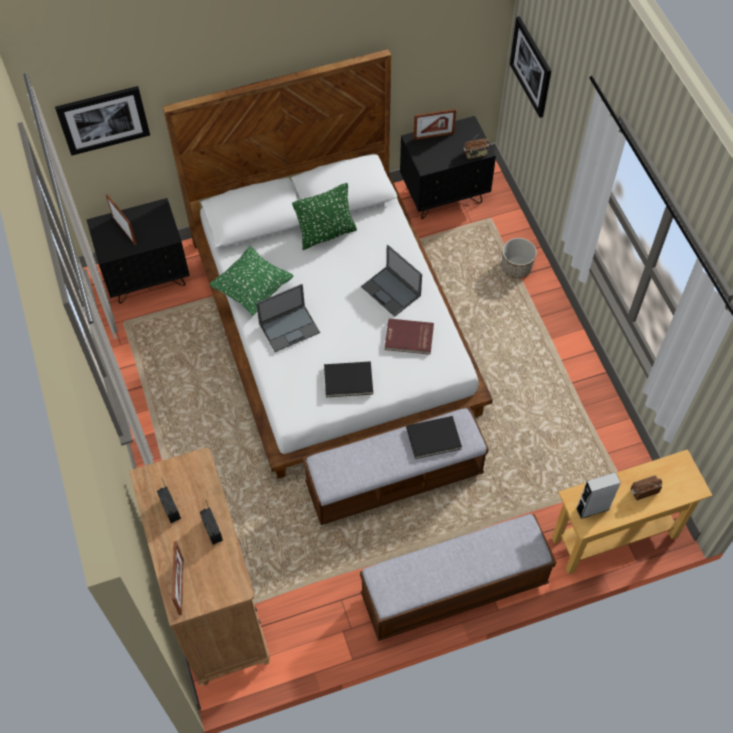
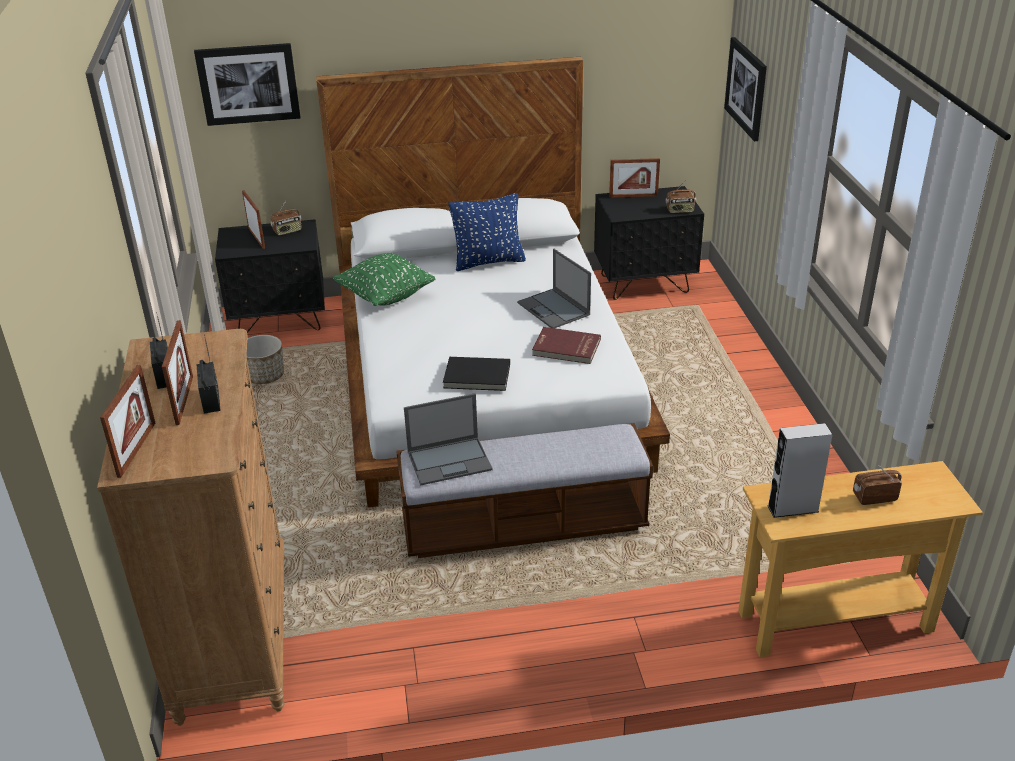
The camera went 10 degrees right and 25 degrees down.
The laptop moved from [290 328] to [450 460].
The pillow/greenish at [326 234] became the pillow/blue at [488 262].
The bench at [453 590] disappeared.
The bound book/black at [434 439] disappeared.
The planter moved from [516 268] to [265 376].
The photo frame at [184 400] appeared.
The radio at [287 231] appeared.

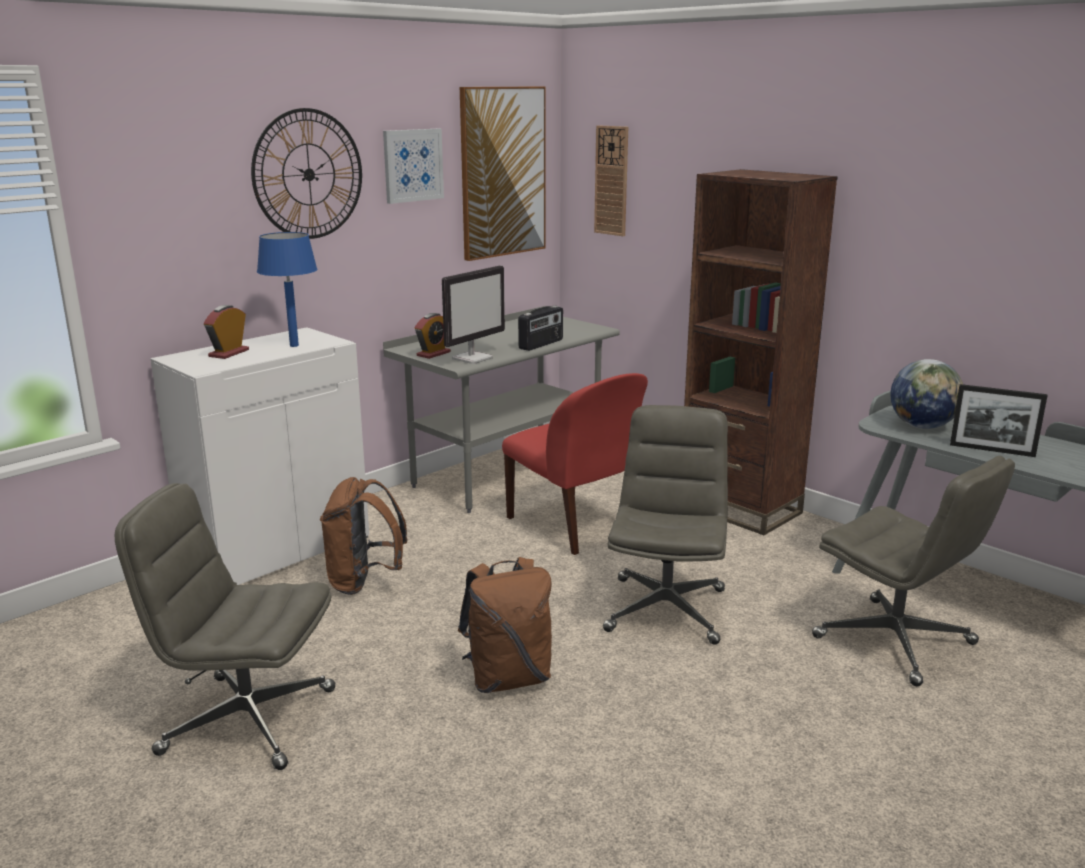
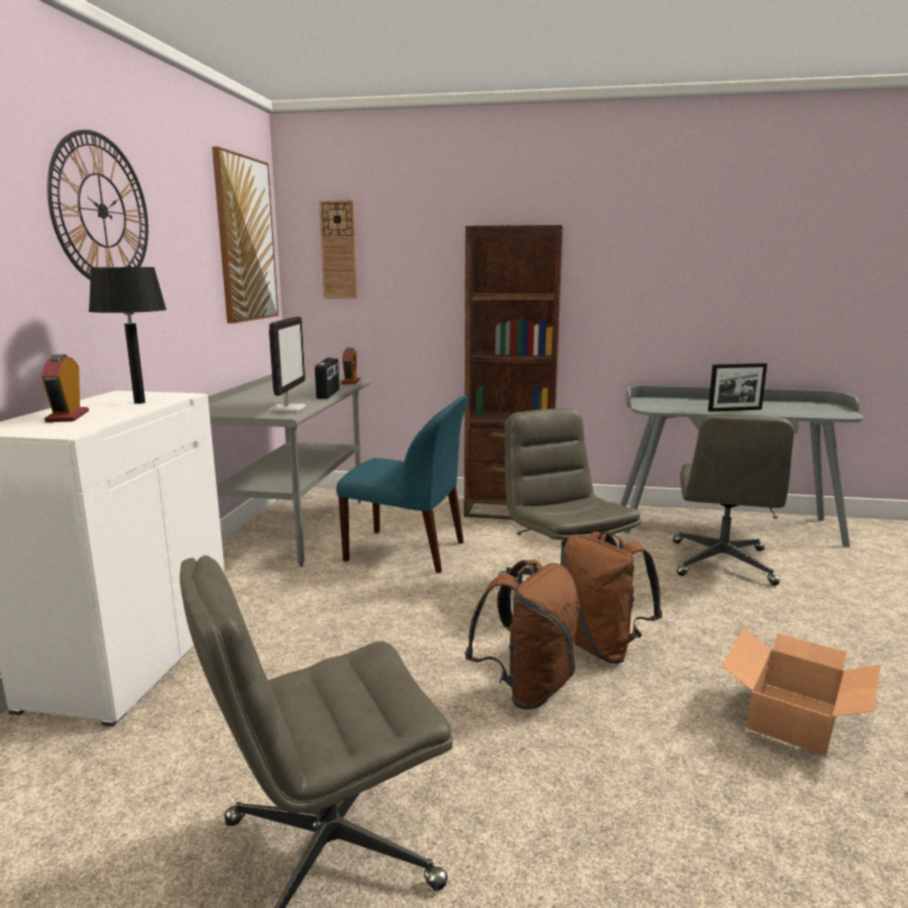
The camera went 35 degrees left and 5 degrees down.
The tabletop lamp/blue at [294 345] became the tabletop lamp/black at [140 402].
The rucksack/brownish moved from [364 582] to [602 647].
The wall art at [412 165] disappeared.
The alarm clock moved from [433 354] to [350 382].
The chair/red-coloured at [574 526] became the chair/blue at [408 552].
The computer chair/grey at [896 641] turned 90 degrees clockwise.
The globe at [922 426] disappeared.
The packing box at [795 717] appeared.

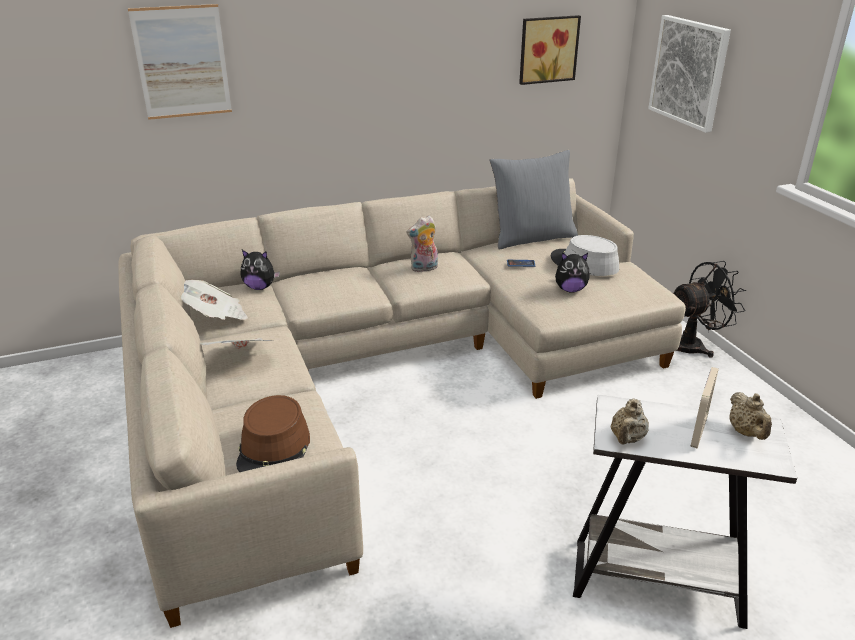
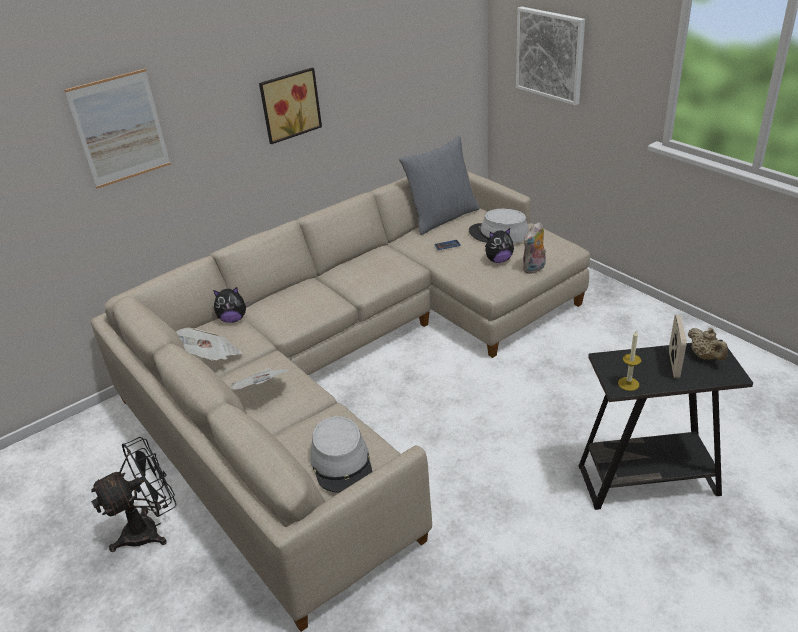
The camera went 15 degrees left and 5 degrees up.
The wearable hat/brownish at [274 449] became the wearable hat/grey at [342 462].
The soft toy moved from [424 269] to [534 269].
The wall art moved from [547 49] to [289 104].
The side table/whitish at [656 582] became the side table/black at [647 480].
The teapot/beige-coloured at [627 439] was replaced by the candle at [628 384].
The cooling fan/black moved from [694 346] to [150 529].

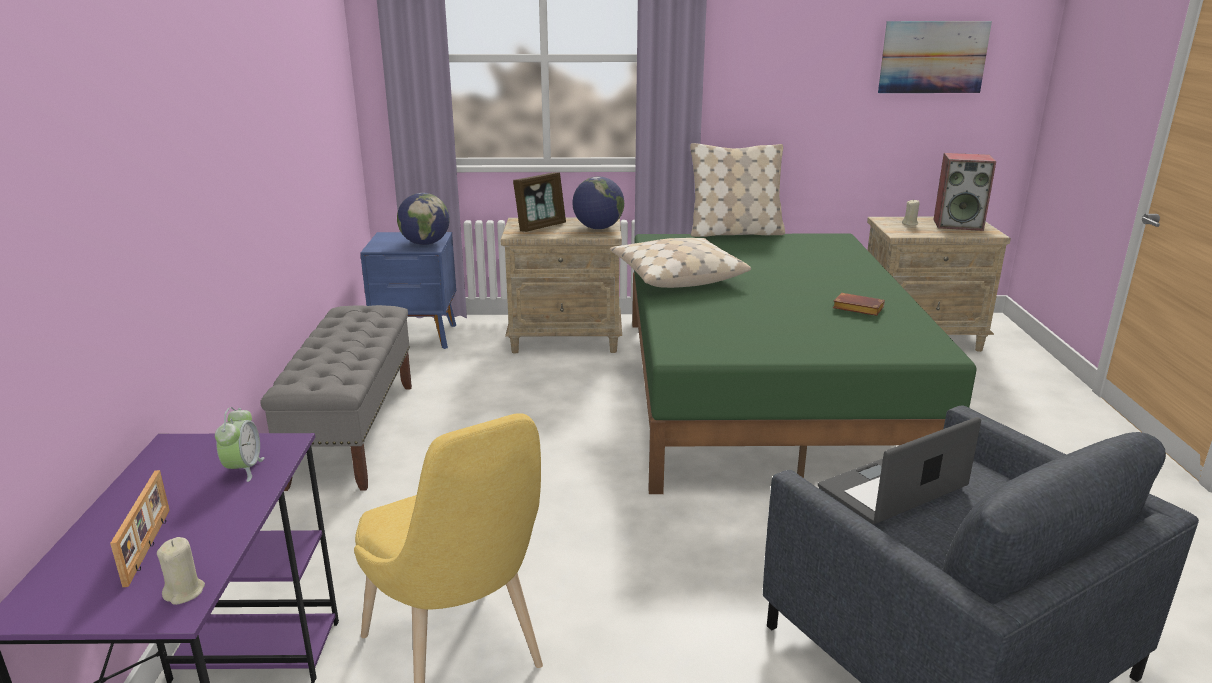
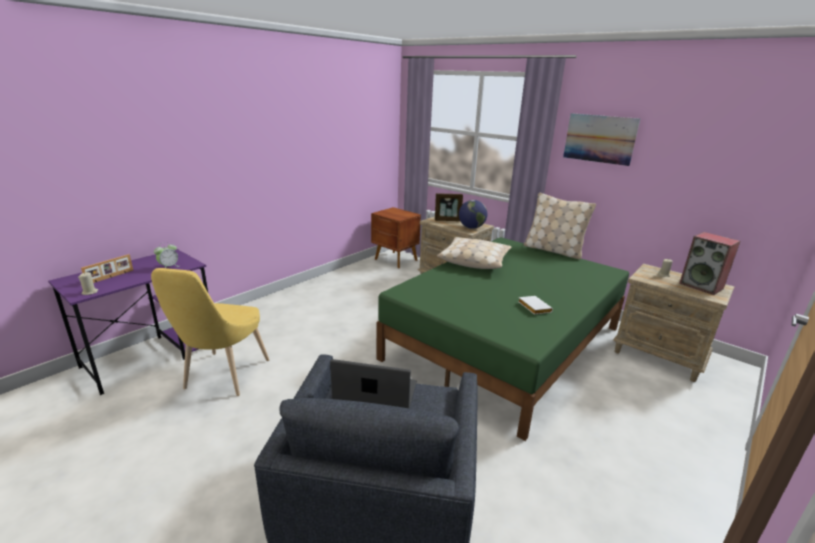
The camera went 40 degrees right and 0 degrees up.
The bench/grey at [353 433] disappeared.
The night table/blue at [418 337] became the night table/brownish at [395 260].
The globe at [425 243] disappeared.
The bound book/brownish at [856 309] became the bound book/whitish at [533 307].
The wall art moved from [933 57] to [599 139].

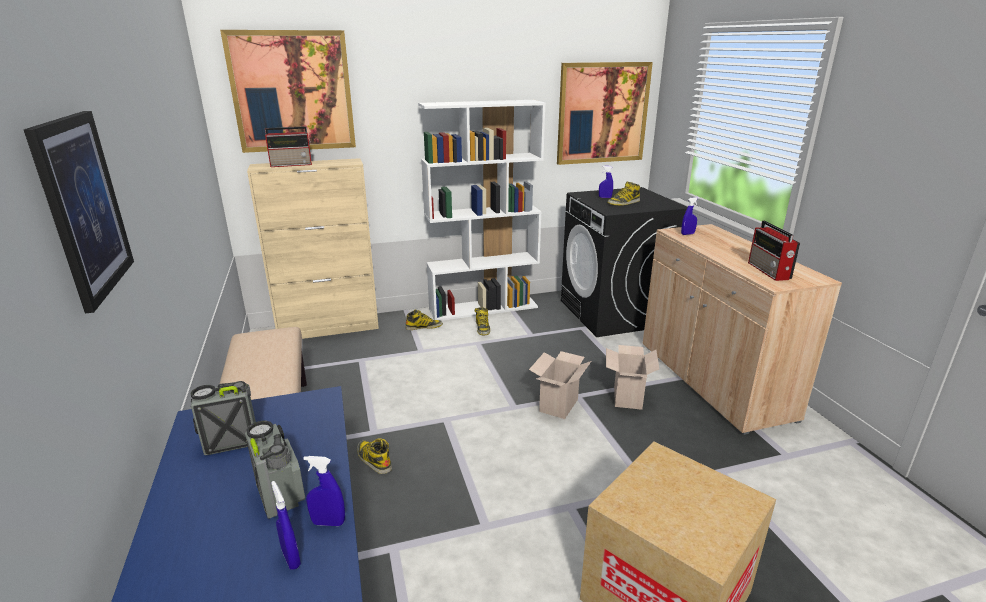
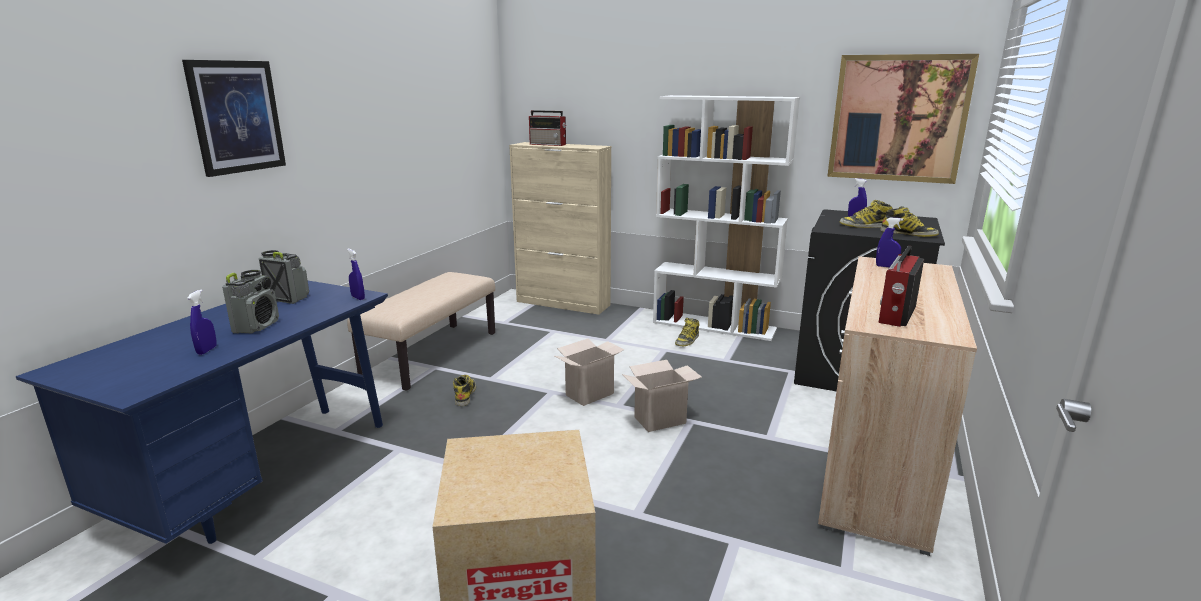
The camera went 40 degrees right and 5 degrees down.
The wall art at [292 92] disappeared.
The hand sprayer/blue moved from [328 522] to [358 298].
The tall boot moved from [424 327] to [908 234].
The packing box moved from [626 396] to [590 393].

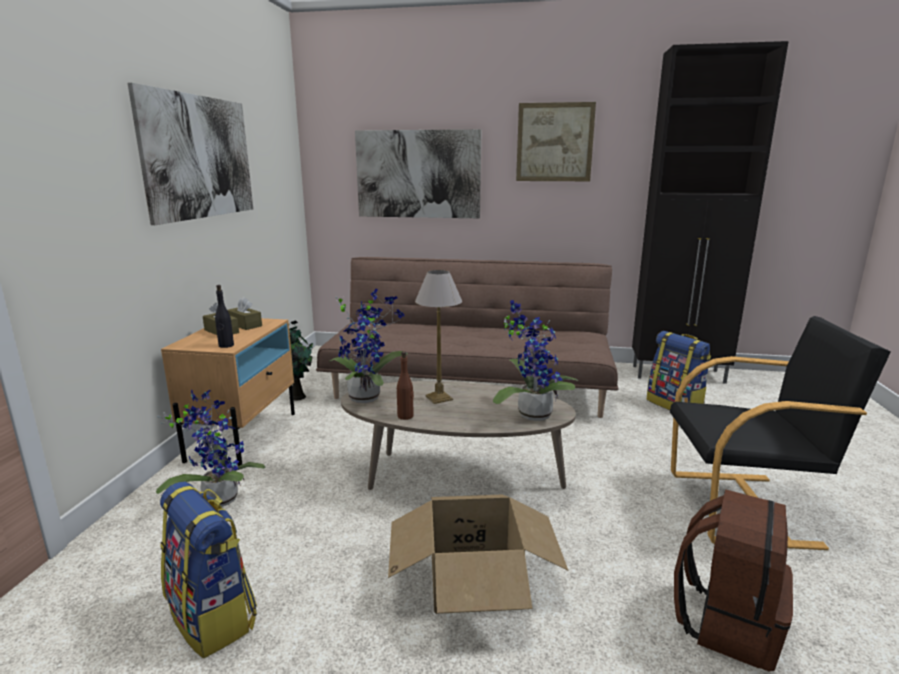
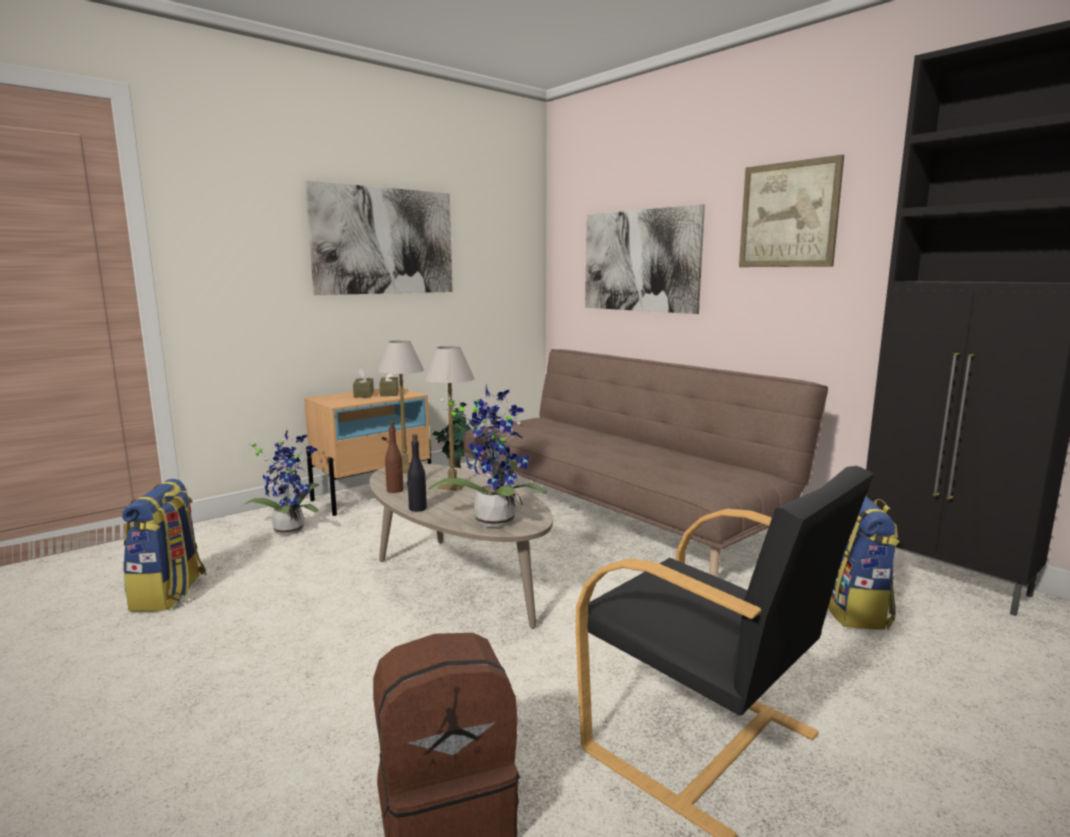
The camera went 40 degrees right and 5 degrees down.
The bottle/black moved from [226 345] to [417 508].
The houseplant at [367 396] was replaced by the tabletop lamp at [405 470].
The packing box at [473 579] disappeared.

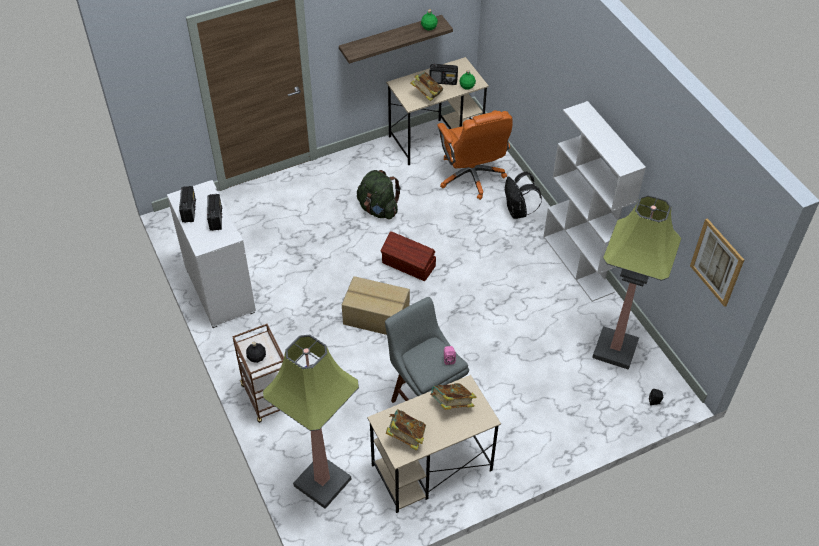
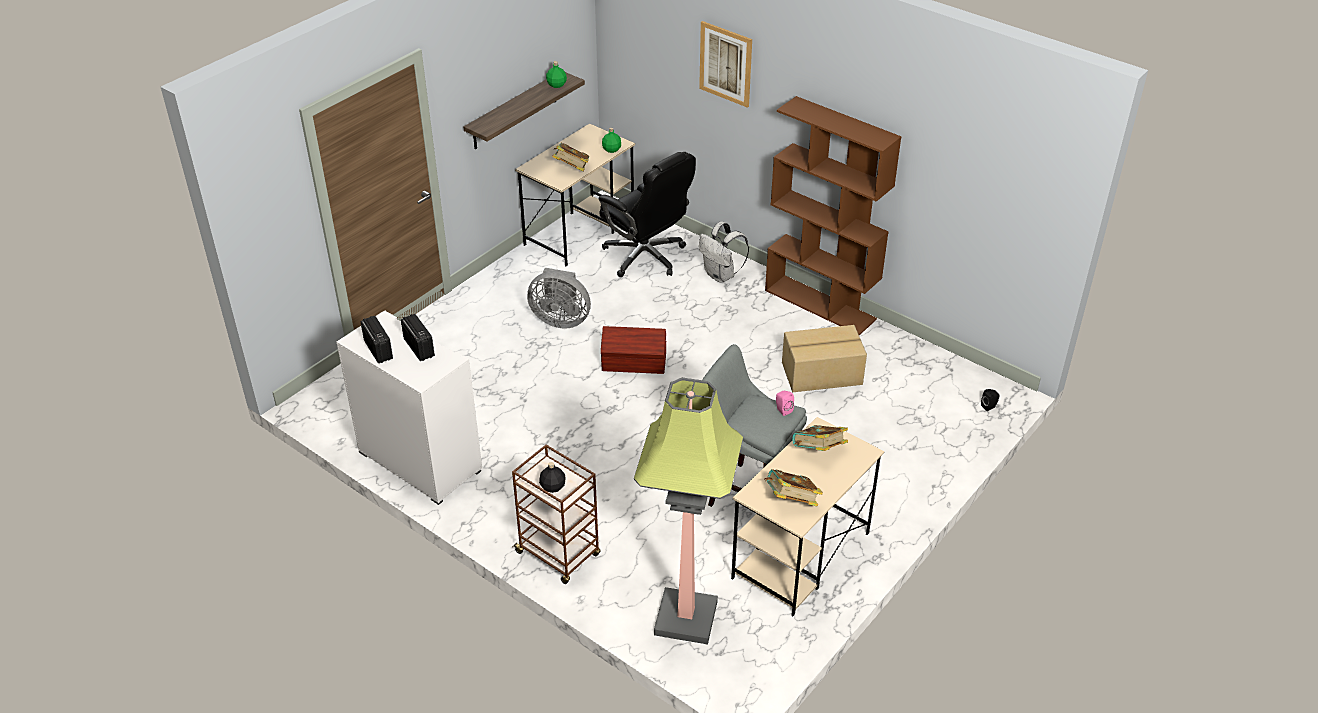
The camera went 25 degrees left and 10 degrees down.
The packing box moved from [376 317] to [822 374].
The rucksack/greenish at [378 209] was replaced by the cooling fan/grey at [560 319].
The radio at [443 81] disappeared.
The computer chair/orangey at [471 176] became the computer chair/black at [646 256].
The rucksack/black at [518 212] became the rucksack/whitish at [721 275].
The bookcase/whitish at [579 264] became the bookcase/brownish at [821 304].
The floor lamp at [616 349] disappeared.
The wall art moved from [717 262] to [725 64].

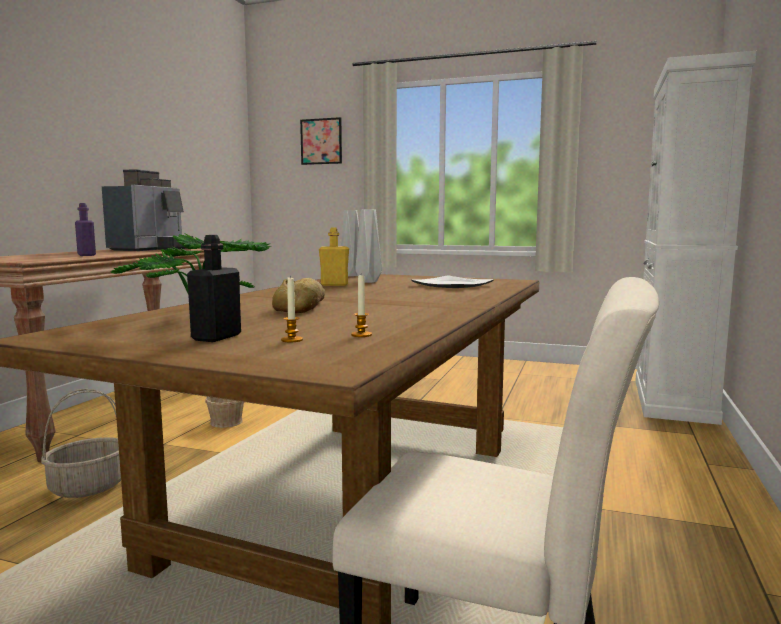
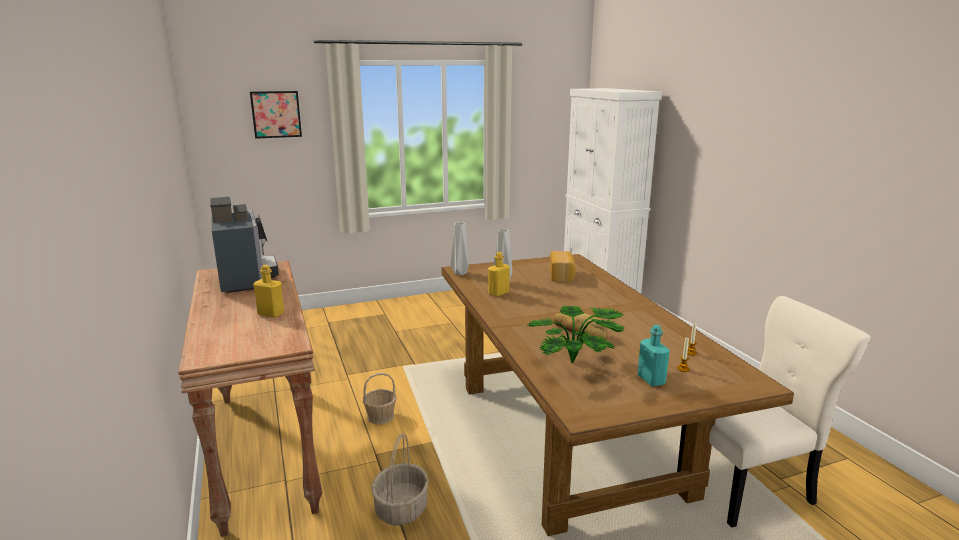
The camera went 40 degrees left and 10 degrees up.
The bottle/purple-coloured at [86 255] became the bottle/yellowish at [271 314].
The bottle/black at [216 337] became the bottle/turquoise-coloured at [651 380].
The plate at [452 285] was replaced by the bread at [562 275].

